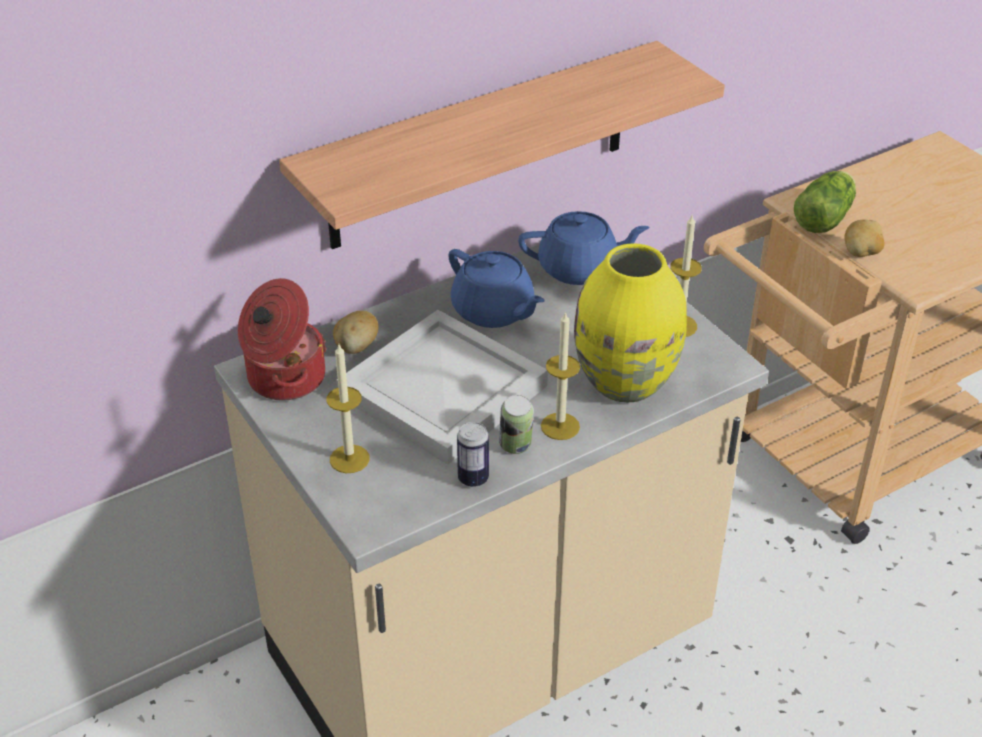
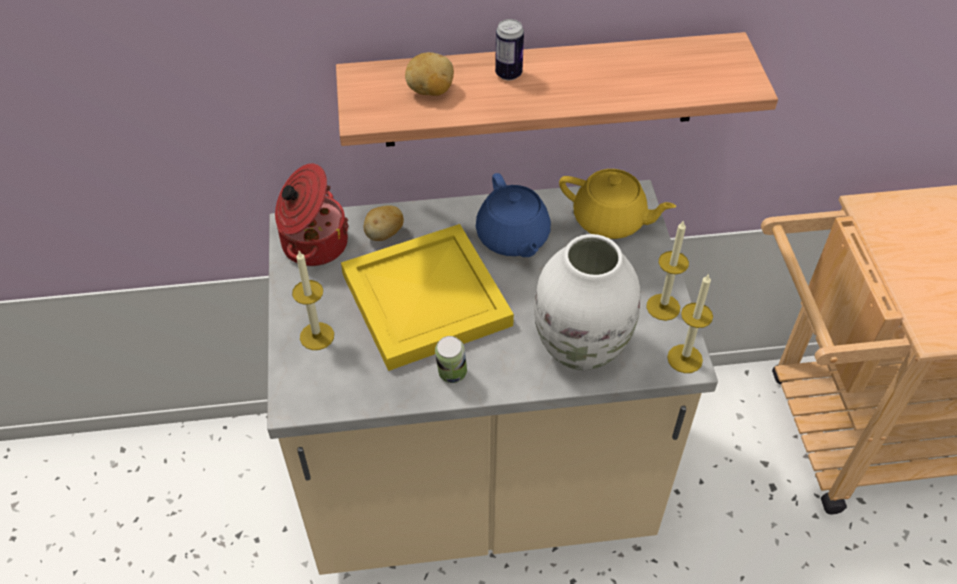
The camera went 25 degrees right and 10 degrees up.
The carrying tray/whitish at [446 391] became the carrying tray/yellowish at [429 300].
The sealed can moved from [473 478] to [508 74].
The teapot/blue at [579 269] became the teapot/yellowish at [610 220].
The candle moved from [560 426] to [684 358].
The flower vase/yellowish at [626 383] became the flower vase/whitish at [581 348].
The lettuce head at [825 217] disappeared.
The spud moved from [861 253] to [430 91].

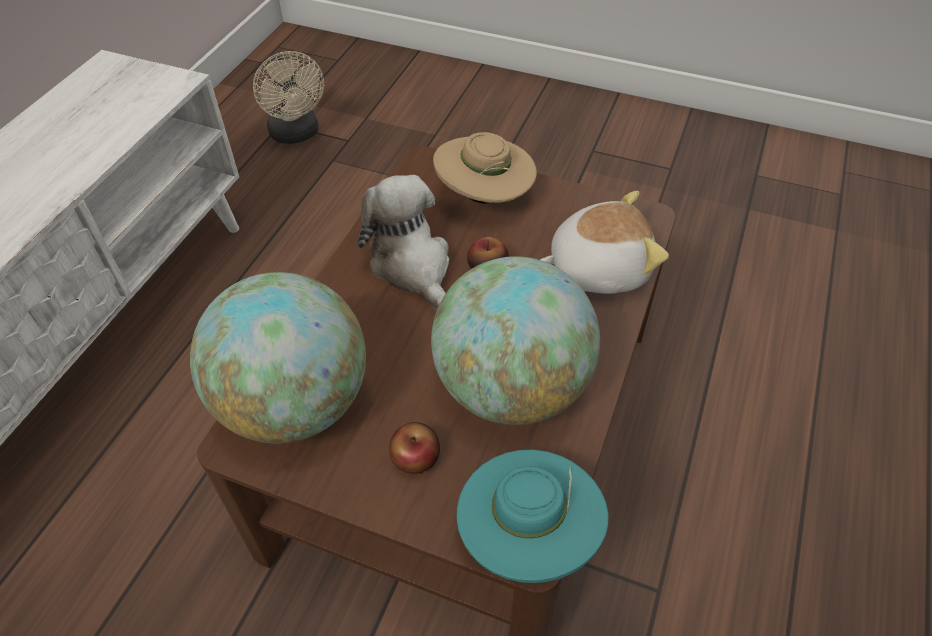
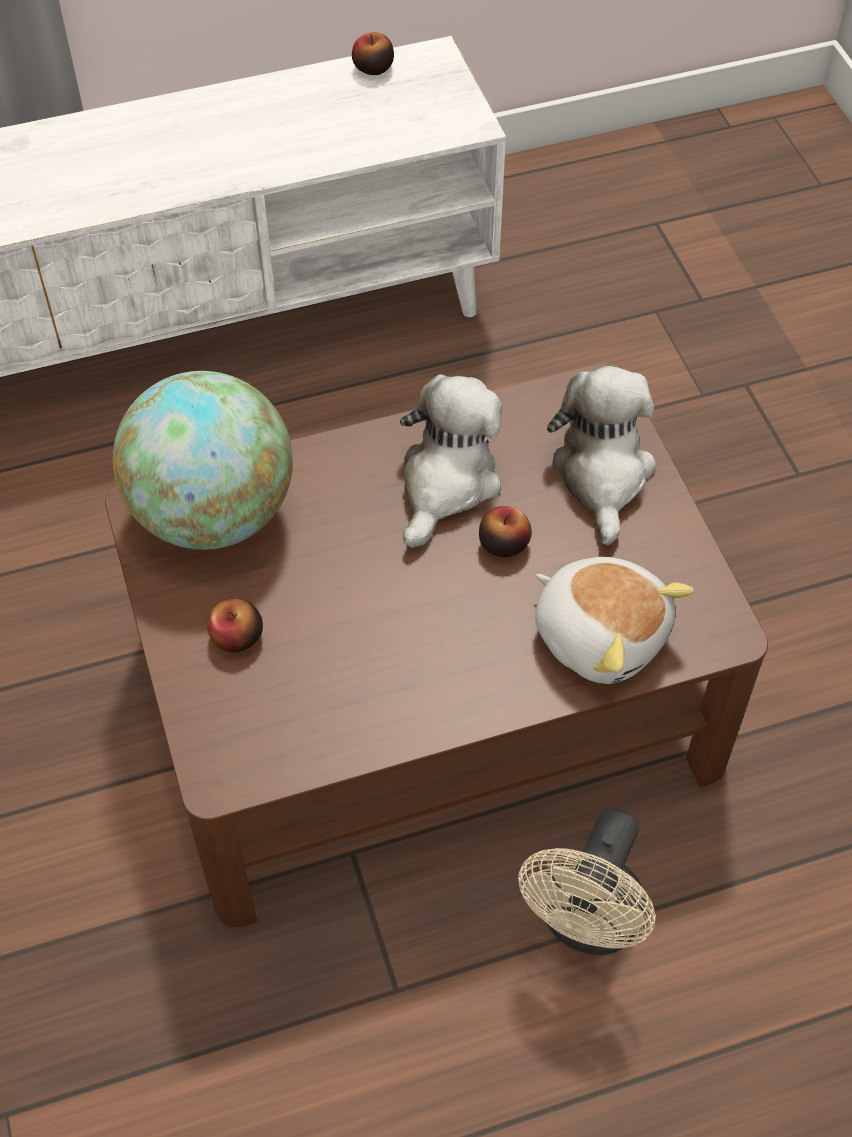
The camera went 50 degrees right and 5 degrees up.
The cooling fan/beige-coloured moved from [297 134] to [587 924].
The globe at [511 388] disappeared.
The wearable hat/beige-coloured at [485 197] was replaced by the soft toy at [602 474].
The wearable hat/turquoise-coloured at [528 536] disappeared.
The whole apple at [373 68] appeared.

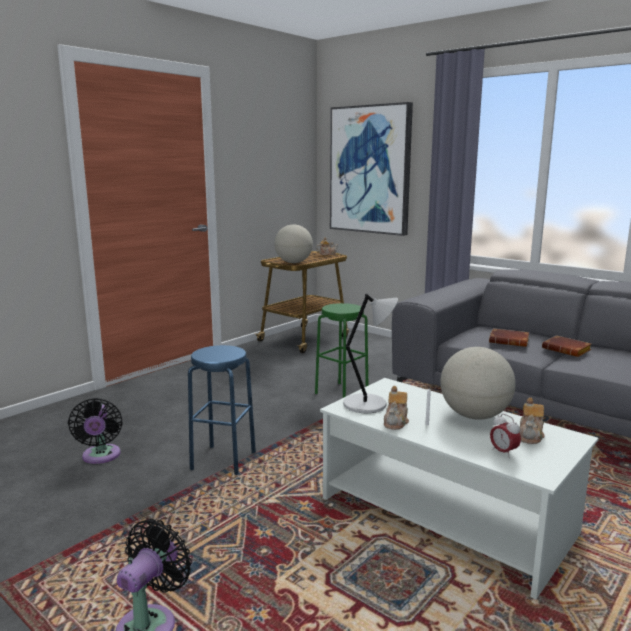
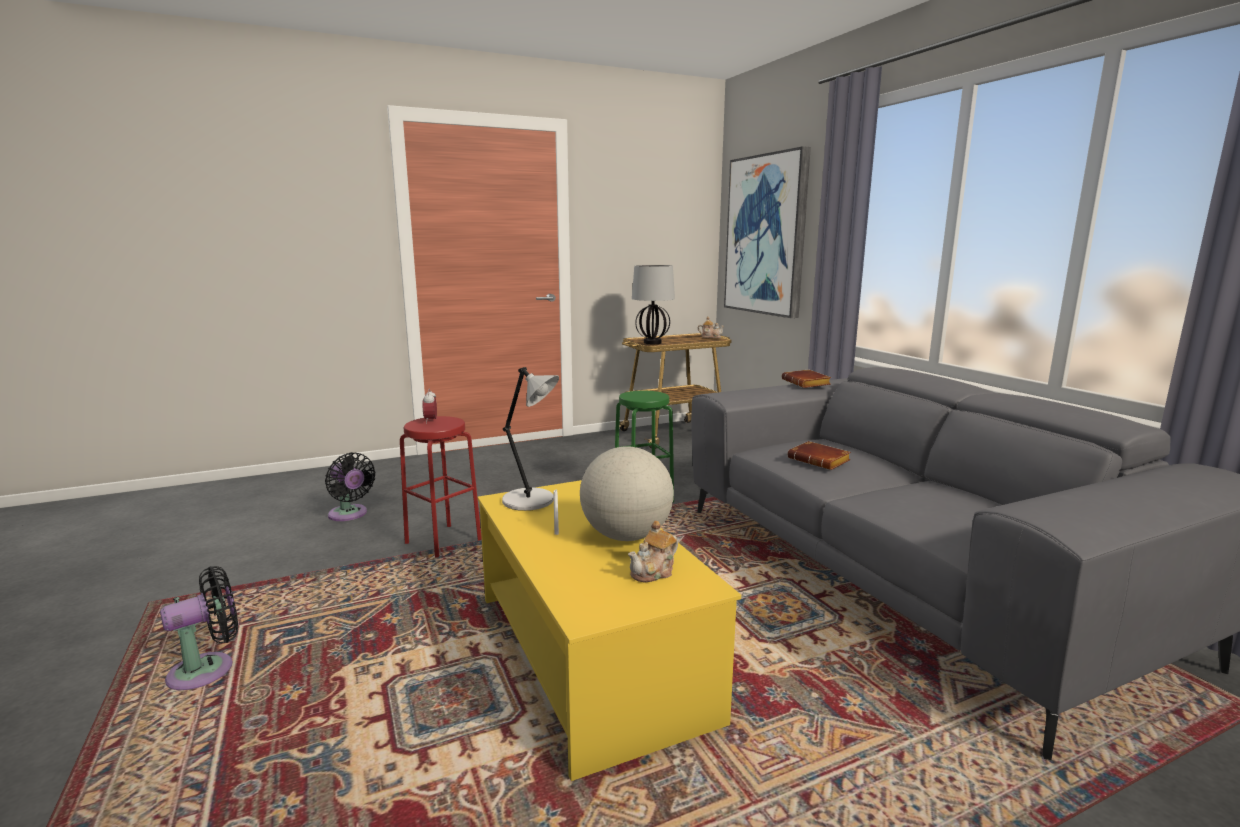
The camera went 25 degrees right and 0 degrees up.
The cooling fan/black at [101 457] turned 60 degrees counterclockwise.
The stool/blue at [223 460] became the stool/red-coloured at [443 541].
The globe at [293 262] was replaced by the tabletop lamp at [652 343].
The low table/whitish at [446 517] became the low table/yellowish at [590 656].
The teapot at [396 422] disappeared.
The alarm clock moved from [503 452] to [431 421].
The bound book/brownish moved from [567 350] to [807 383].

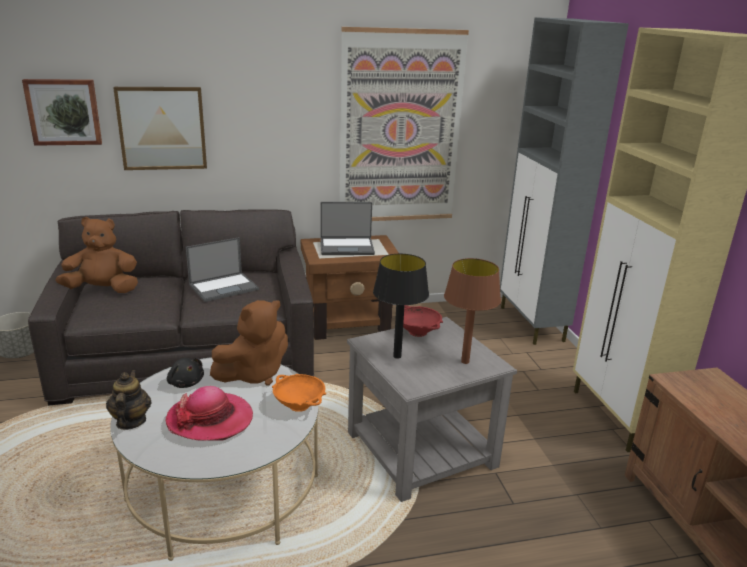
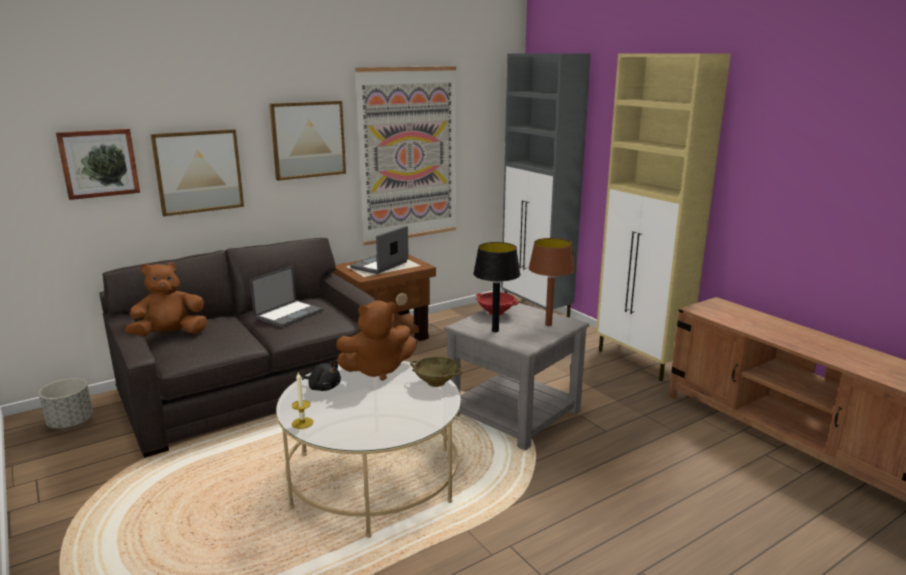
The camera went 20 degrees left and 5 degrees down.
The teapot at [130 421] was replaced by the candle at [302 423].
The wearable hat at [210 419] disappeared.
The soft toy/brownish at [254 374] turned 45 degrees clockwise.
The deep dish/orangey at [299 406] became the deep dish/beige-coloured at [436 383].
The laptop at [346 247] turned 150 degrees clockwise.
The wall art at [308 139] appeared.

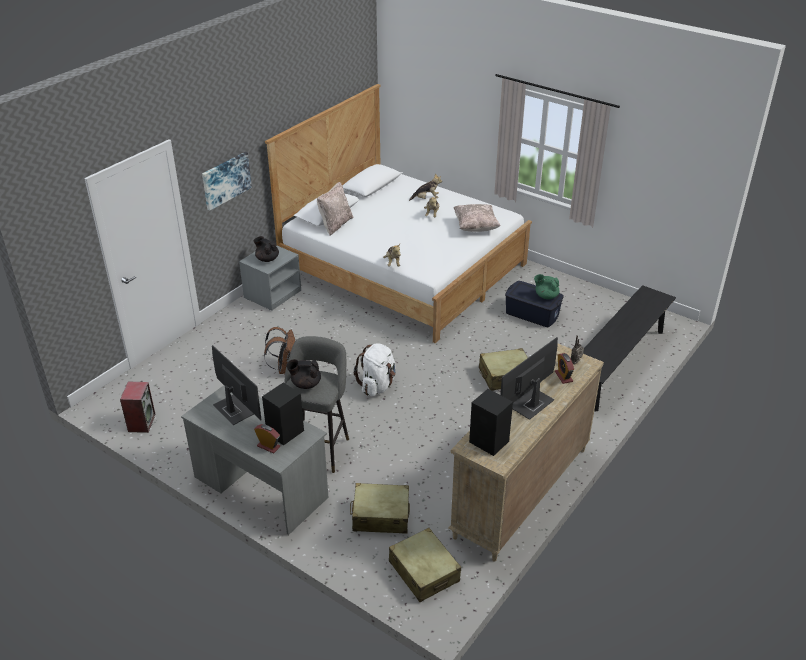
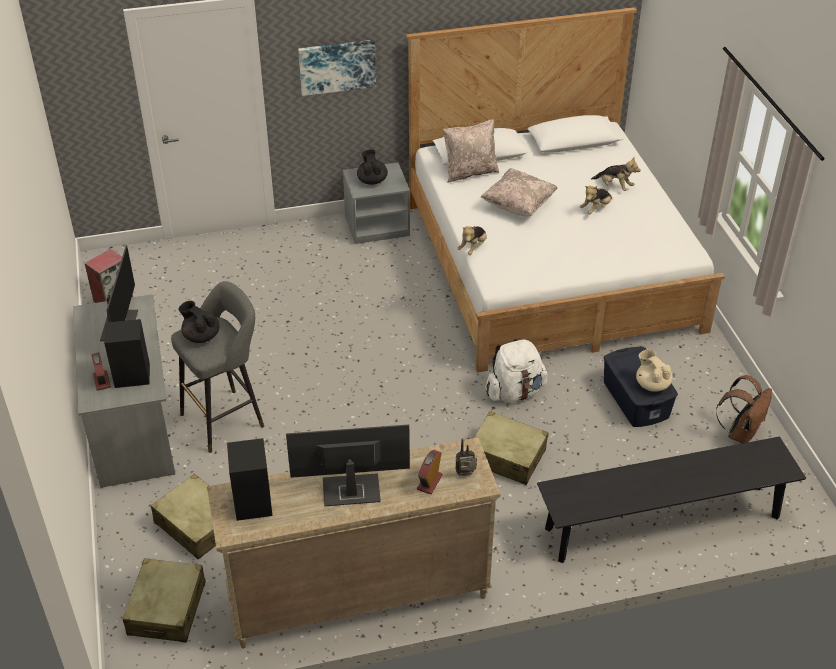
The camera went 40 degrees right and 5 degrees up.
The rucksack/brownish moved from [284 368] to [740 433].
The rucksack/whitish moved from [377 385] to [515 392].
The pillow/beige-coloured moved from [475 227] to [518 205].
The teapot/greenish at [546 296] became the teapot/beige-coloured at [652 384].

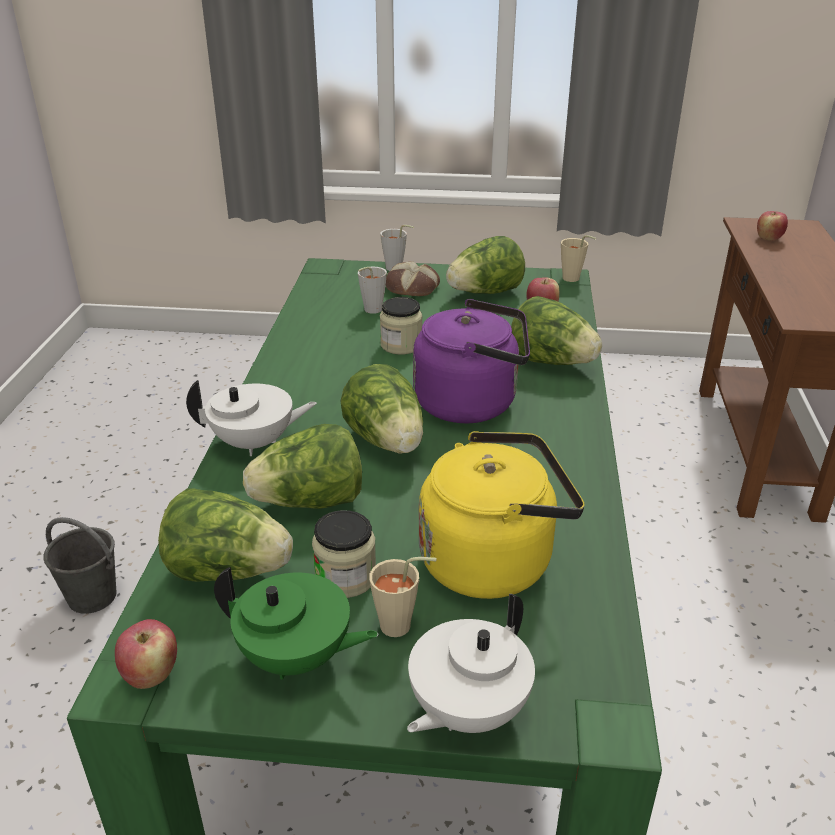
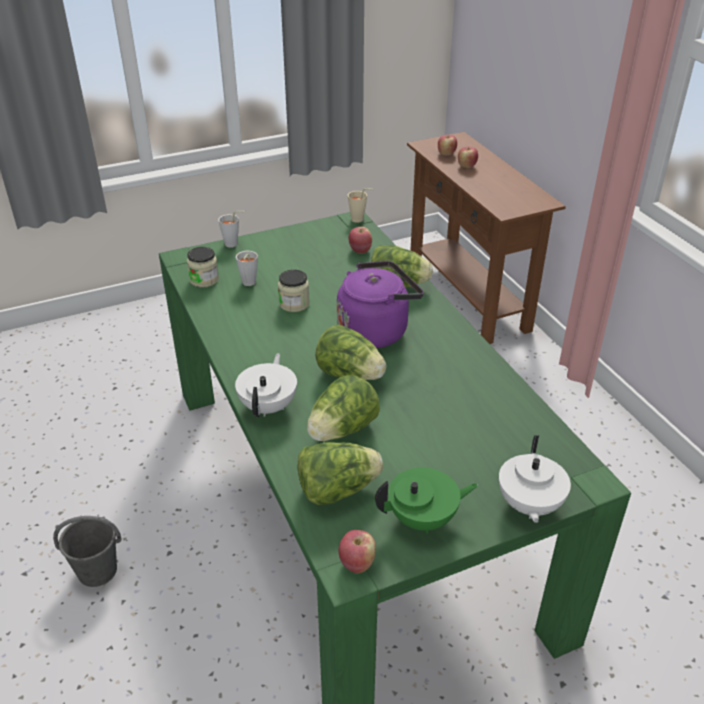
The camera went 30 degrees left and 5 degrees up.
The teapot/whitish at [254 443] turned 45 degrees counterclockwise.
The jar moved from [346 577] to [204 280].
The small cup/beige-coloured at [402 626] disappeared.
The bread at [411 288] disappeared.
The tea kettle/yellowish at [493 560] disappeared.
The lettuce head at [485 293] disappeared.
The whole apple at [466 166] appeared.

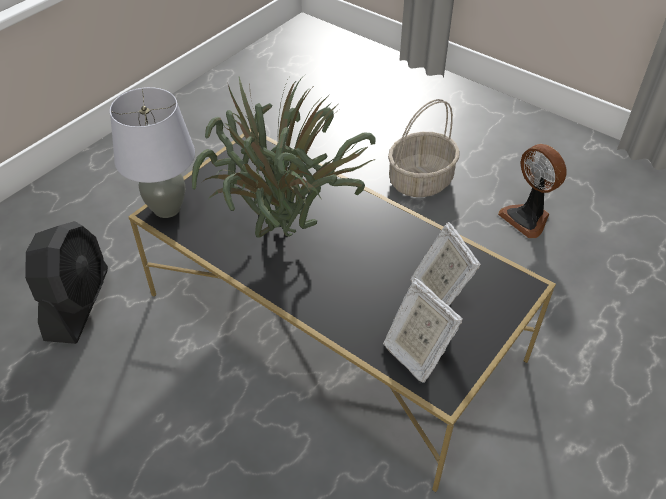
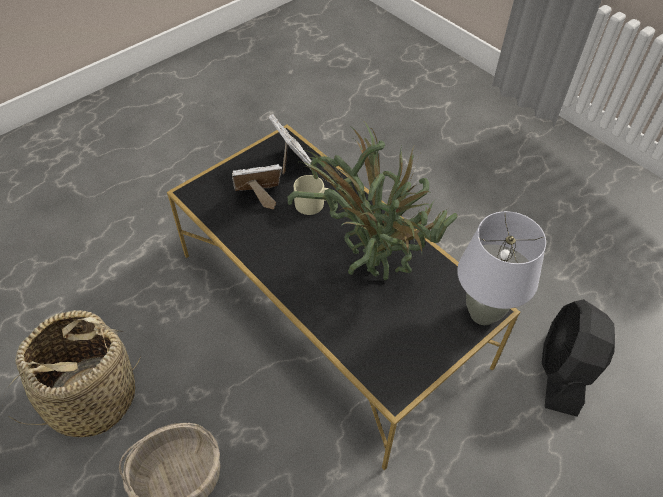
The camera went 170 degrees left and 5 degrees up.
The photo frame at [438 293] turned 90 degrees counterclockwise.
The cooling fan at [527 218] was replaced by the household basket at [91 397].
The tea mug/beige-coloured at [313 203] appeared.

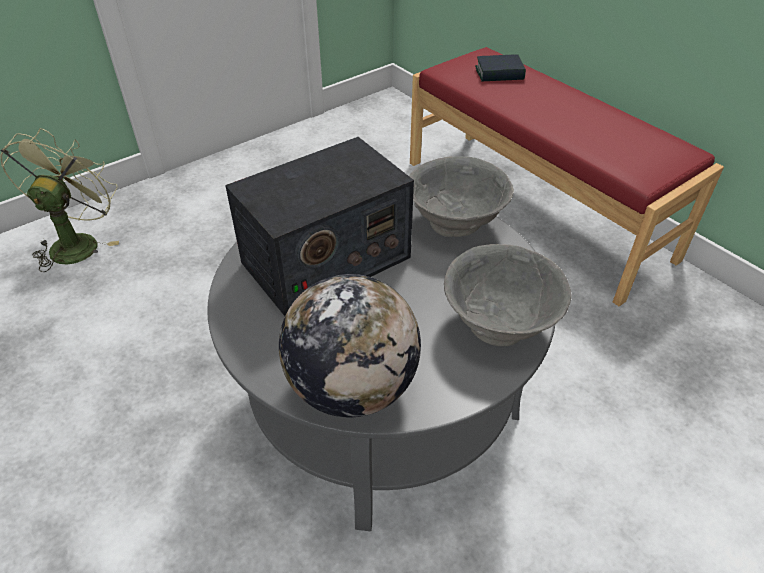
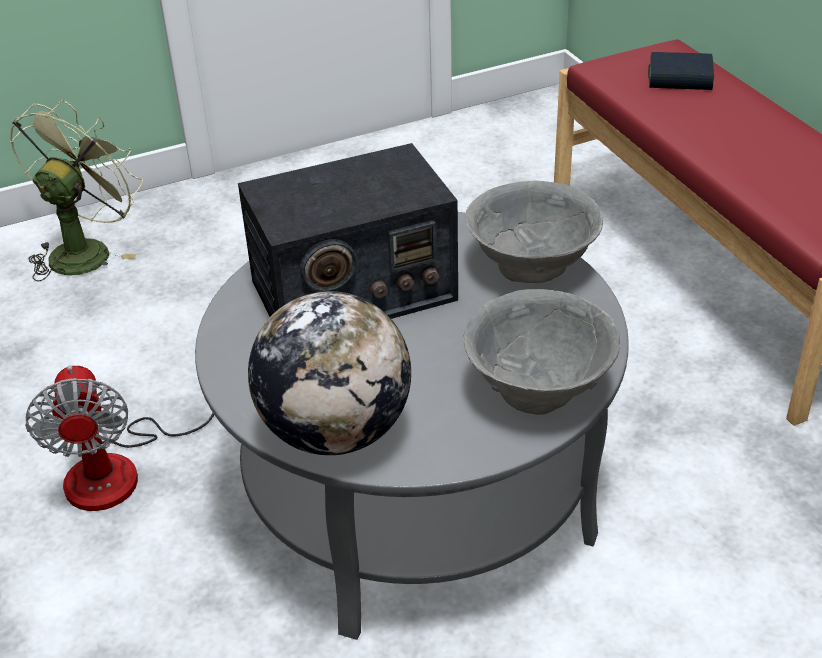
The camera went 15 degrees right and 5 degrees down.
The cooling fan at [123 466] appeared.

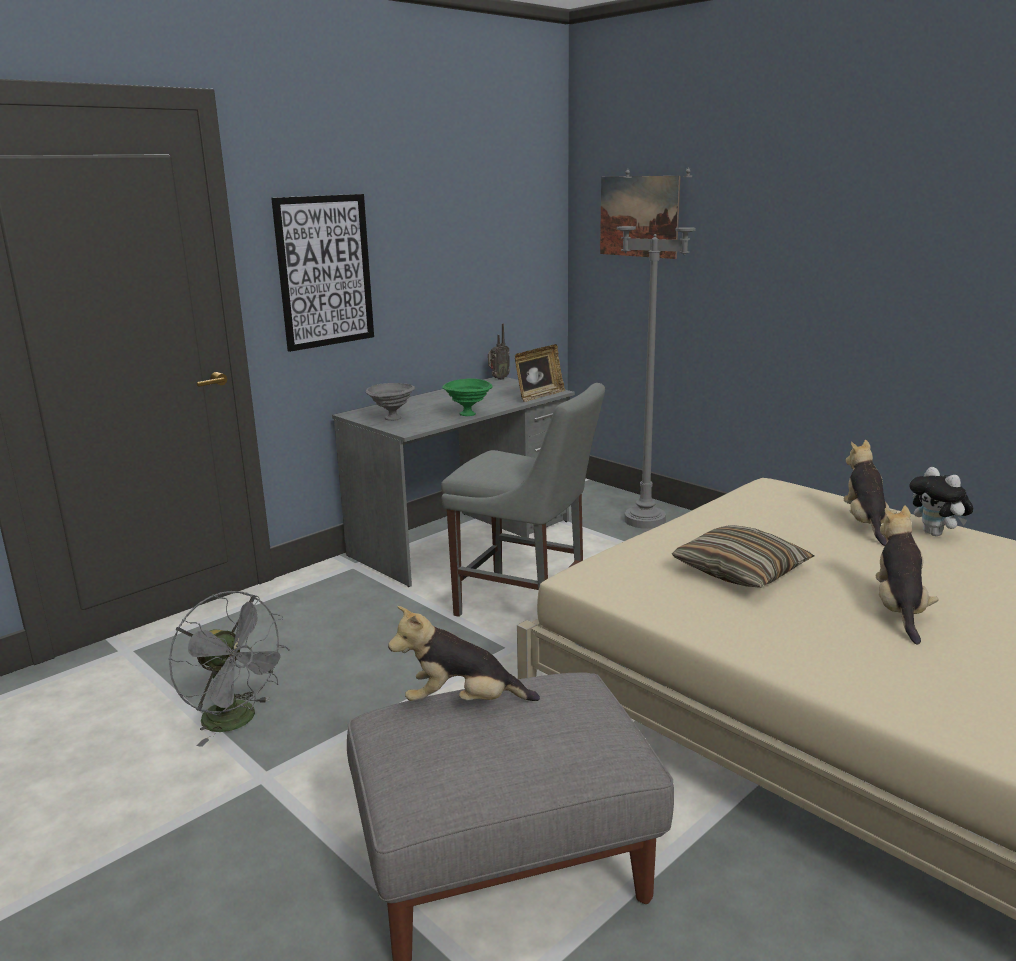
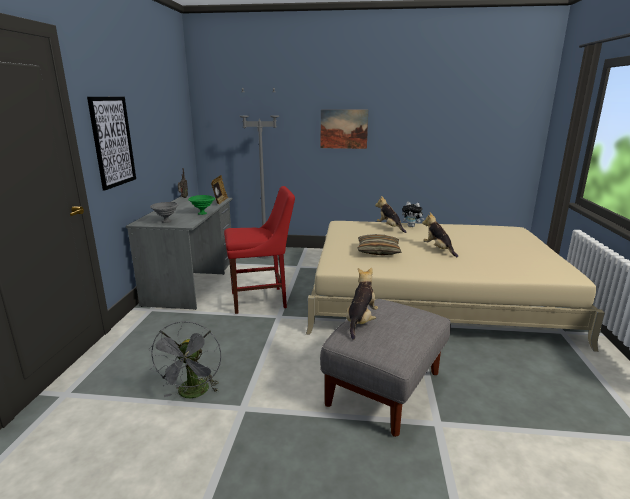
The camera went 40 degrees left and 0 degrees up.
The cooling fan/grey at [238 721] turned 90 degrees clockwise.
The soft toy at [462 703] turned 150 degrees clockwise.
The chair/grey at [526 606] became the chair/red-coloured at [262 300].
The wall art moved from [639 216] to [344 129].

